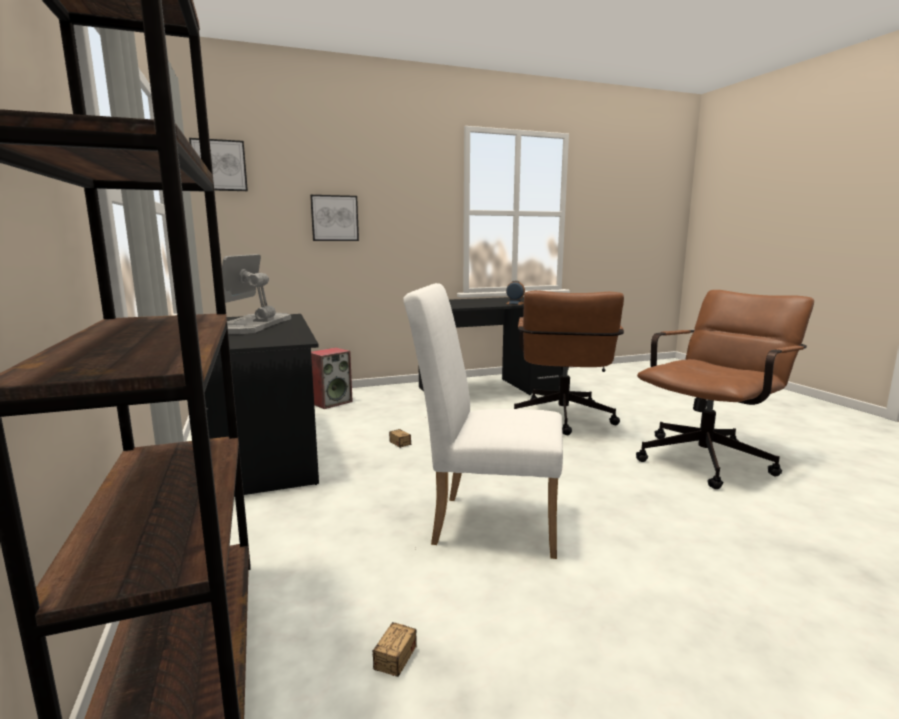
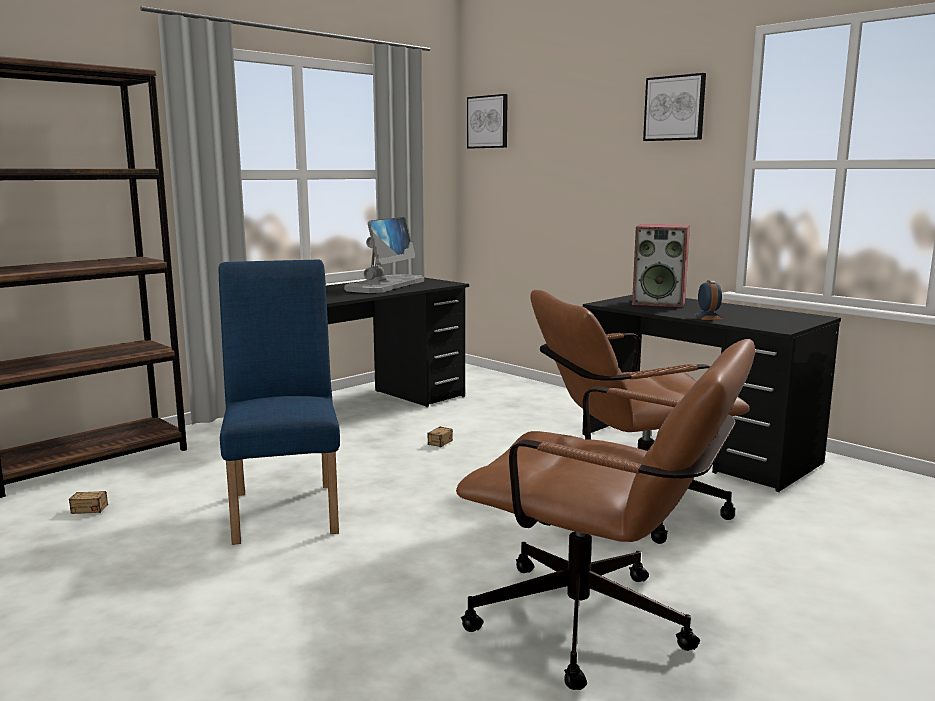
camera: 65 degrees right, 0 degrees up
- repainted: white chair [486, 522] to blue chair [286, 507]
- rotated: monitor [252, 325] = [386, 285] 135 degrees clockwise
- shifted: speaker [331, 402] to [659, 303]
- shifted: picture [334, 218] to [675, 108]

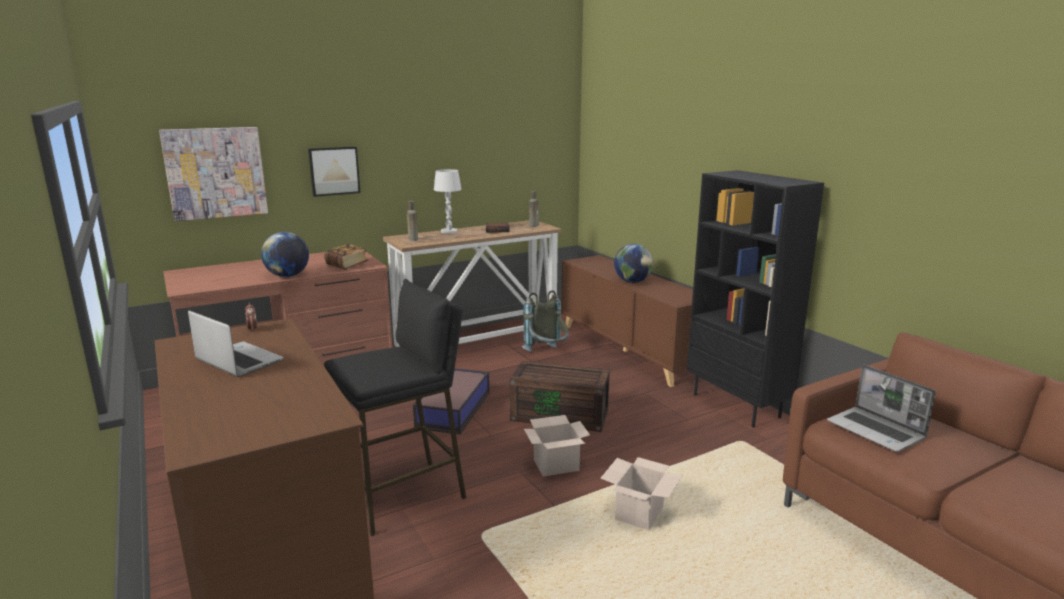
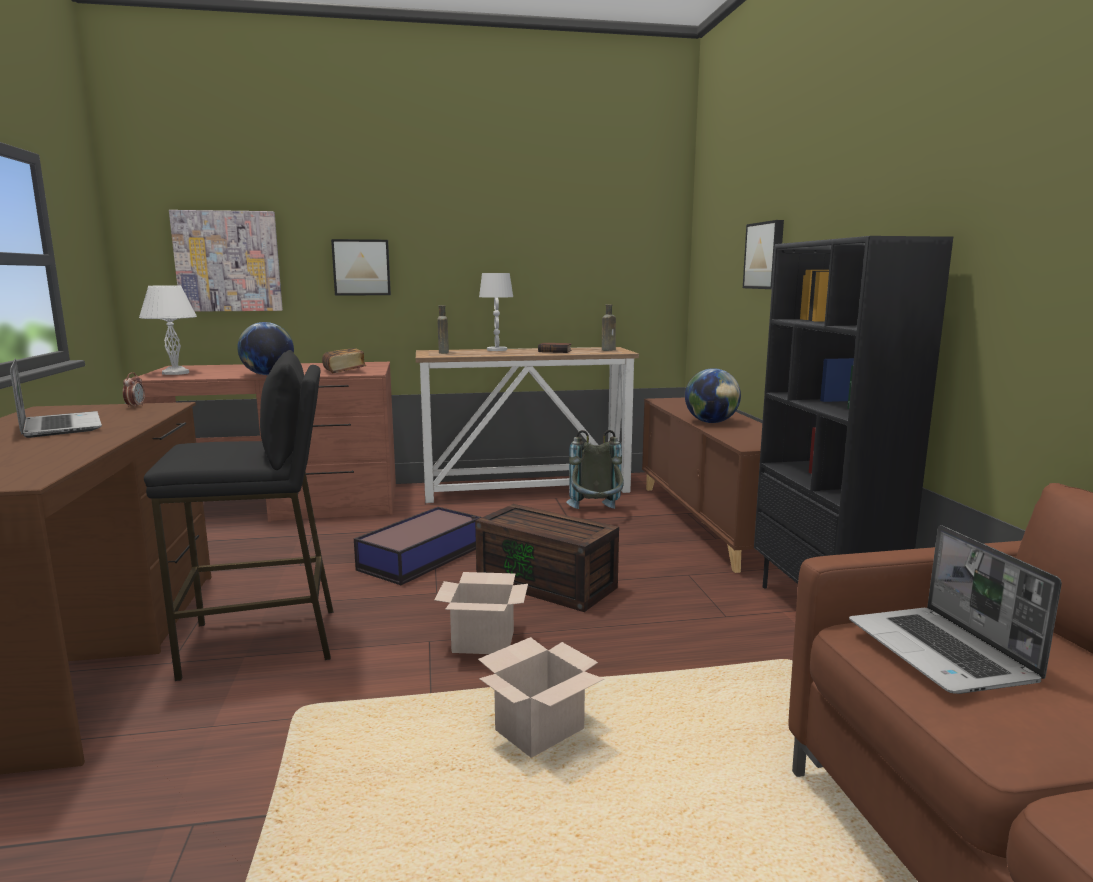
camera: 20 degrees right, 5 degrees down
- new: white table lamp [174, 373]
- new: picture [765, 255]

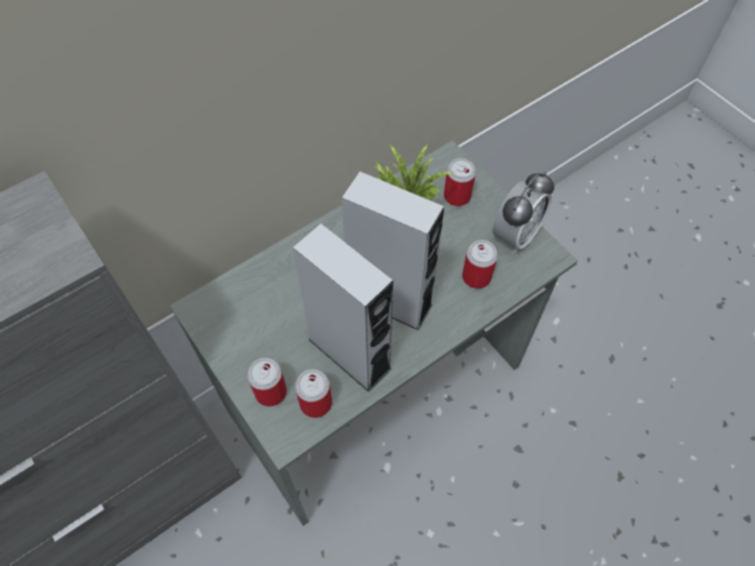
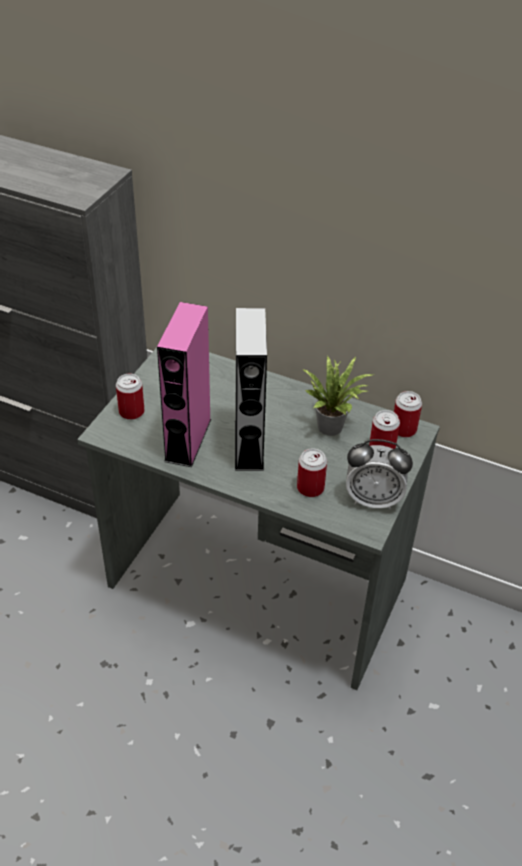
camera: 60 degrees right, 15 degrees down
- repainted: grey speaker [349, 354] to pink speaker [188, 440]
- shifted: can [316, 403] to [403, 429]

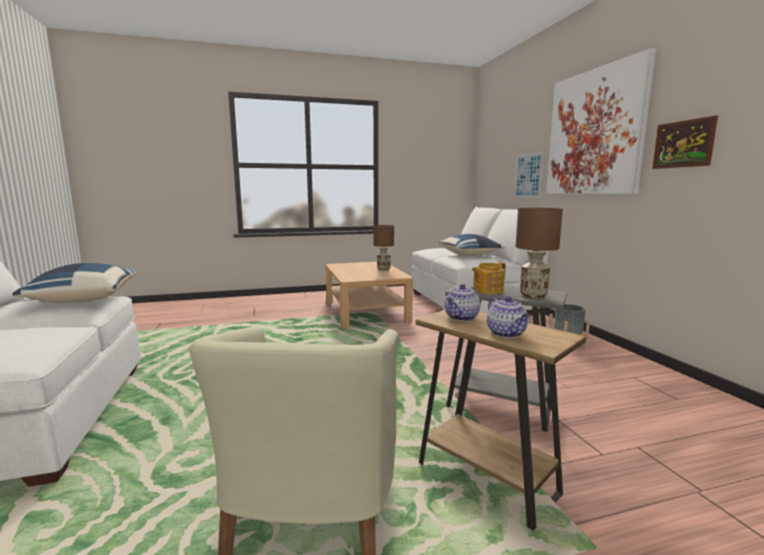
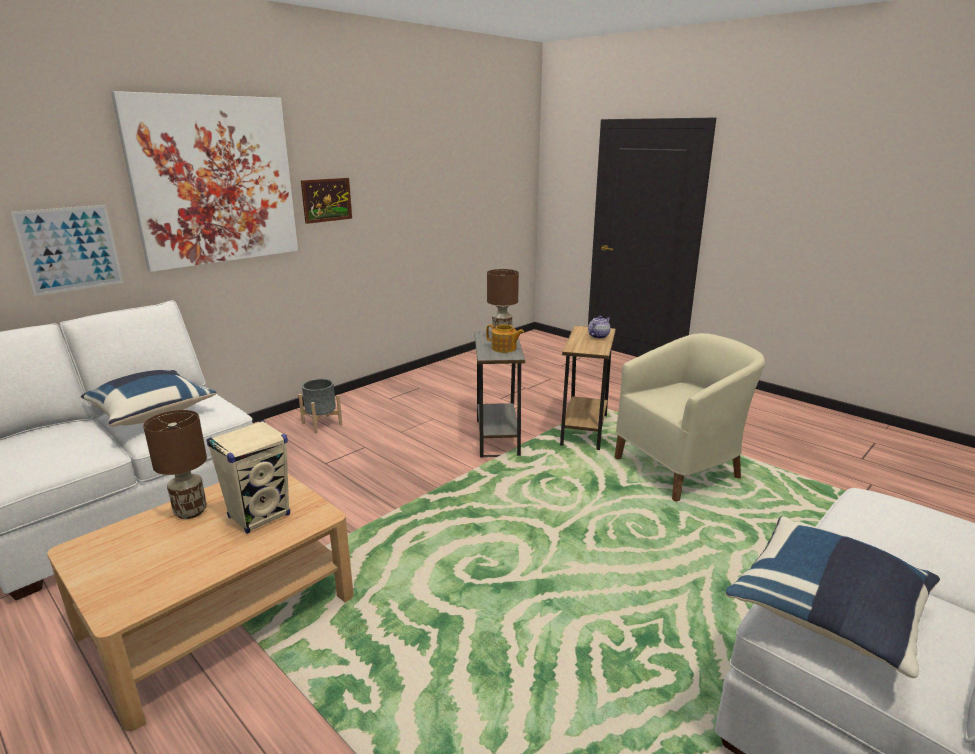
camera: 120 degrees left, 10 degrees up
- new: beige speaker [259, 516]
- gone: teapot [461, 318]

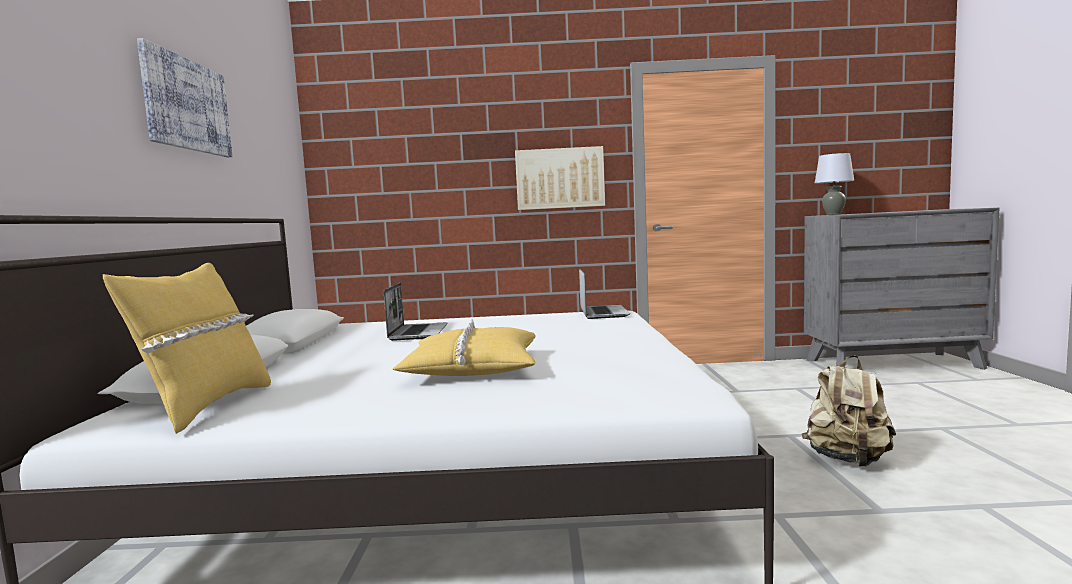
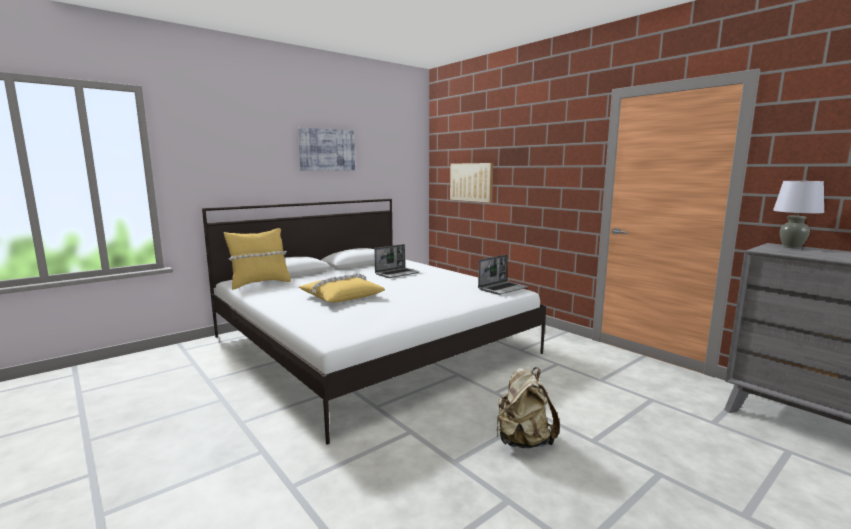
camera: 50 degrees right, 5 degrees up
- shifted: picture [560, 178] to [471, 182]

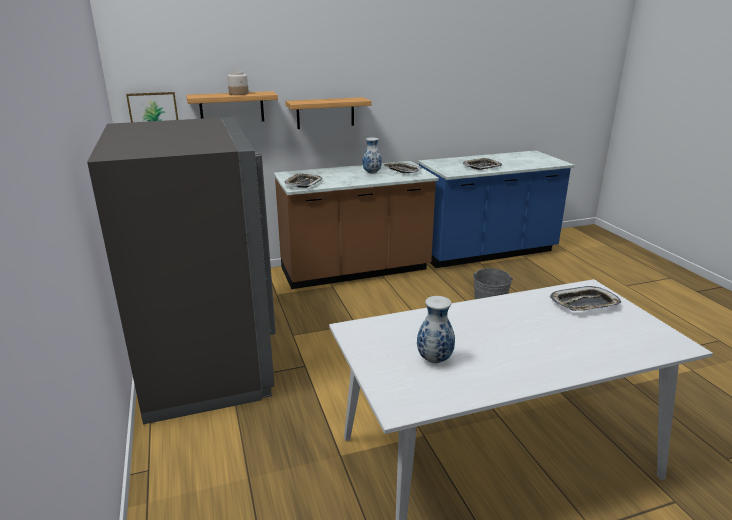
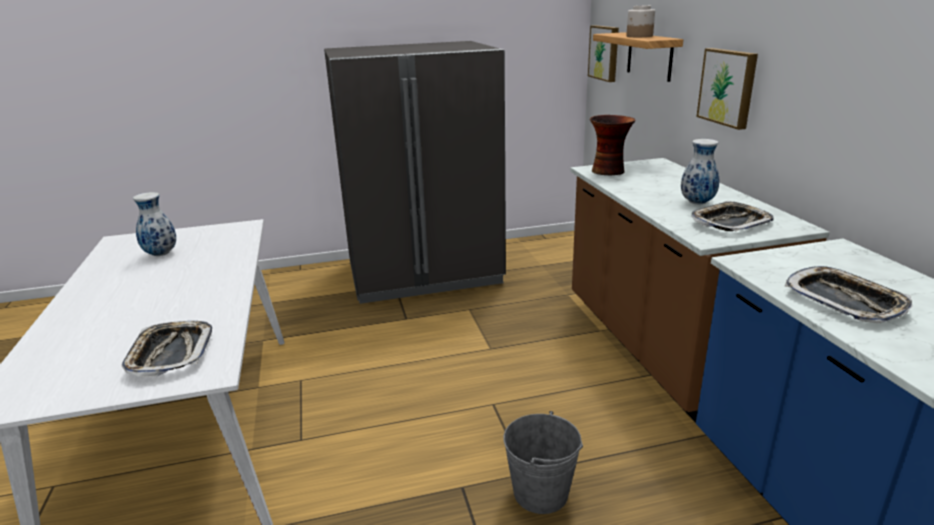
camera: 95 degrees right, 0 degrees up
- swapped: tray [303, 184] to vase [609, 171]
- swapped: shelf [325, 113] to picture [728, 87]

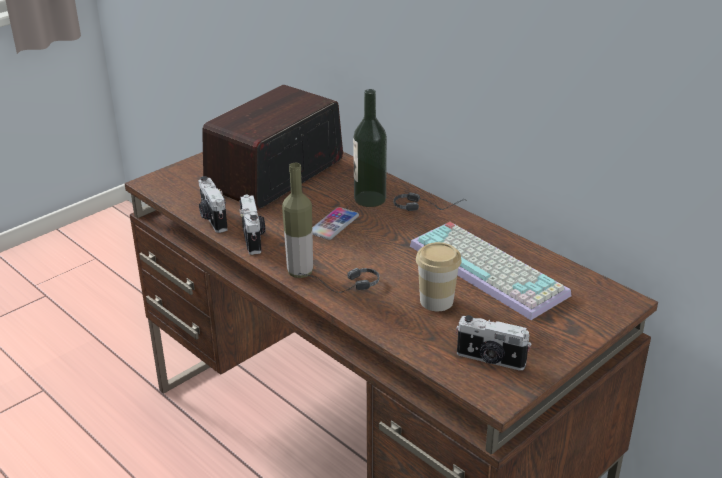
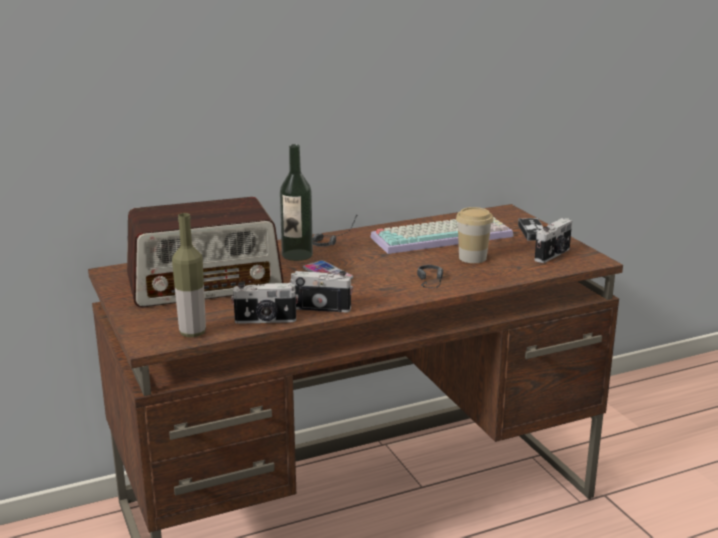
camera: 70 degrees left, 10 degrees down
- rotated: radio [275, 174] = [205, 284] 75 degrees counterclockwise
- shifted: bottle [300, 272] to [192, 333]
- new: game controller [532, 232]

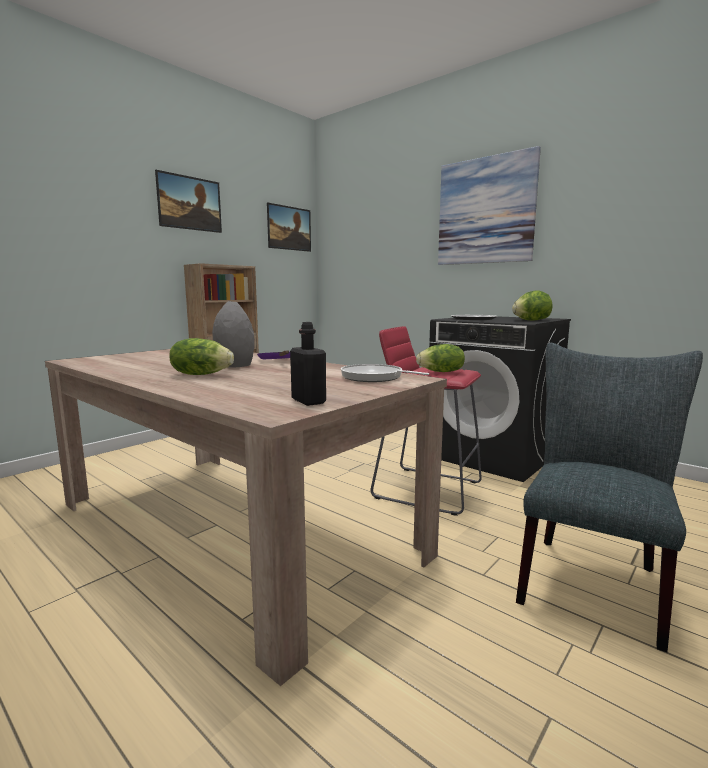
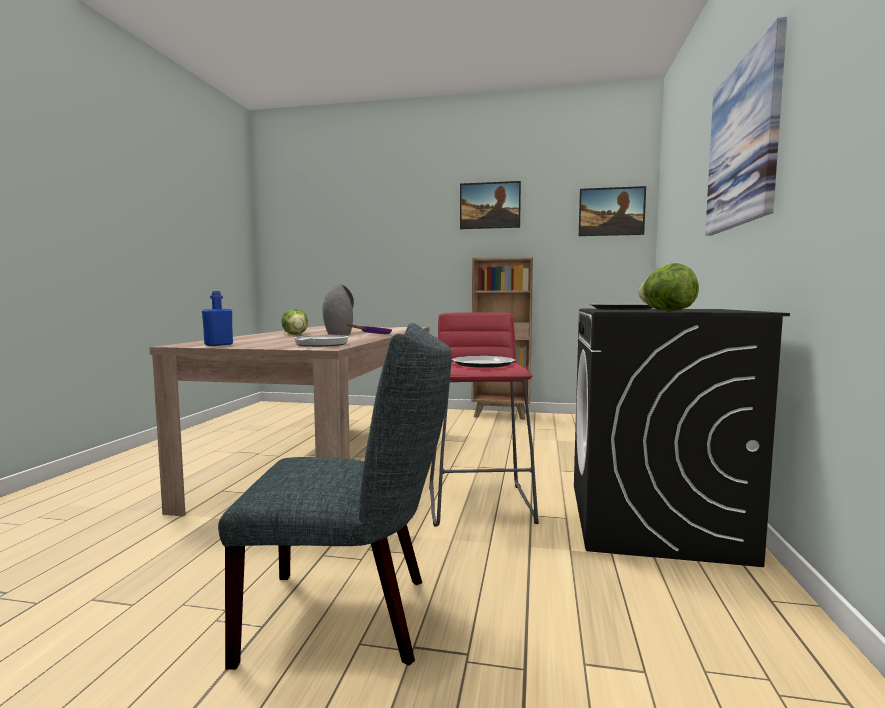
camera: 60 degrees right, 5 degrees down
- repainted: black bottle [308, 401] to blue bottle [218, 345]
- swapped: lettuce [441, 372] to plate [483, 364]

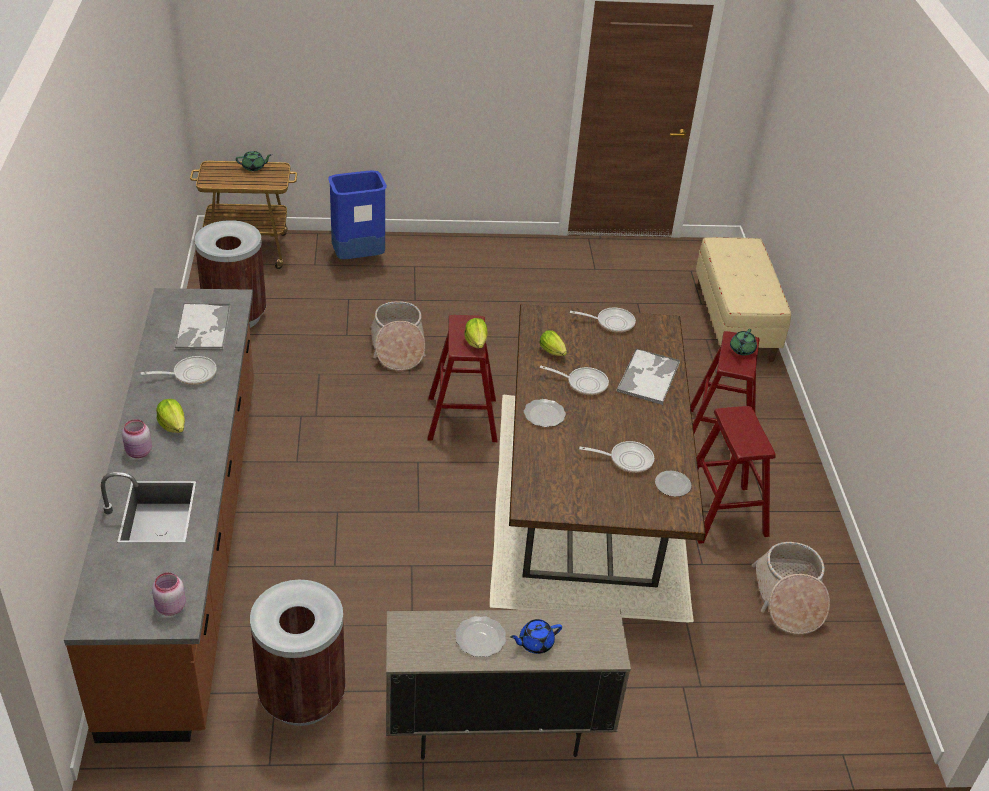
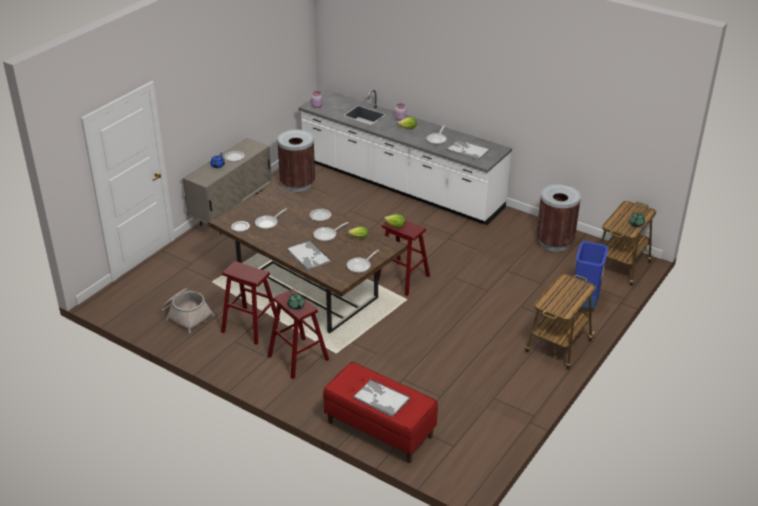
camera: 130 degrees right, 5 degrees down
- repainted: brown counter [189, 541] to white counter [400, 185]
- repainted: beige bench [734, 323] to red bench [379, 429]
- new: tray [381, 398]
- new: cart [558, 347]
- gone: basket [398, 348]

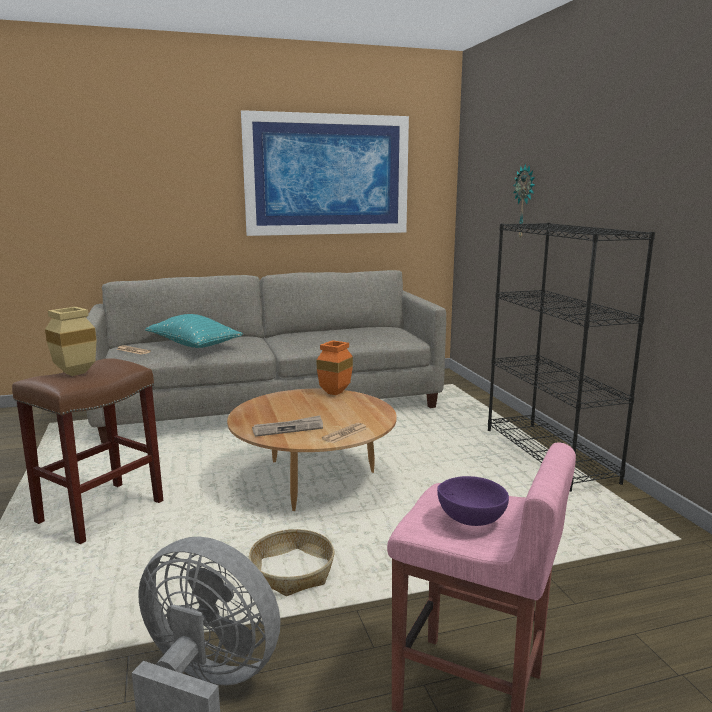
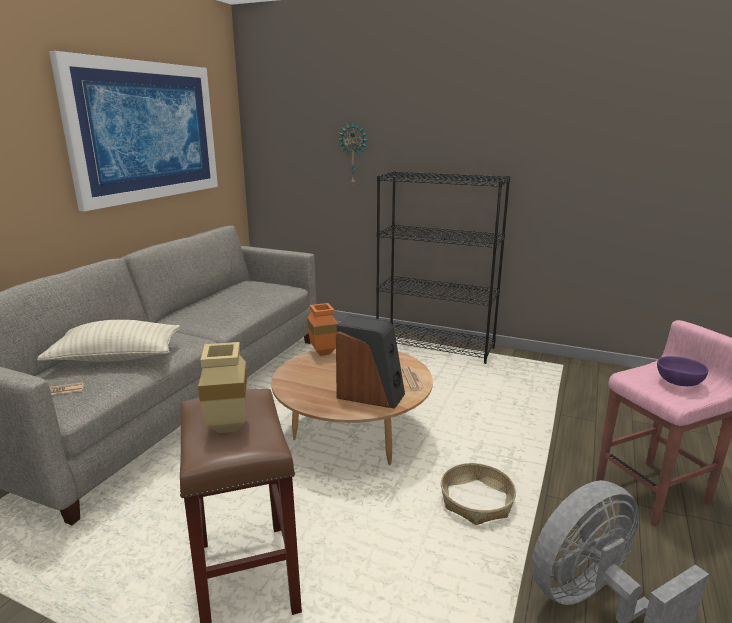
camera: 50 degrees left, 5 degrees up
- repainted: turquoise pillow [194, 345] to beige pillow [117, 357]
- swapped: newspaper [288, 428] to speaker [370, 395]

